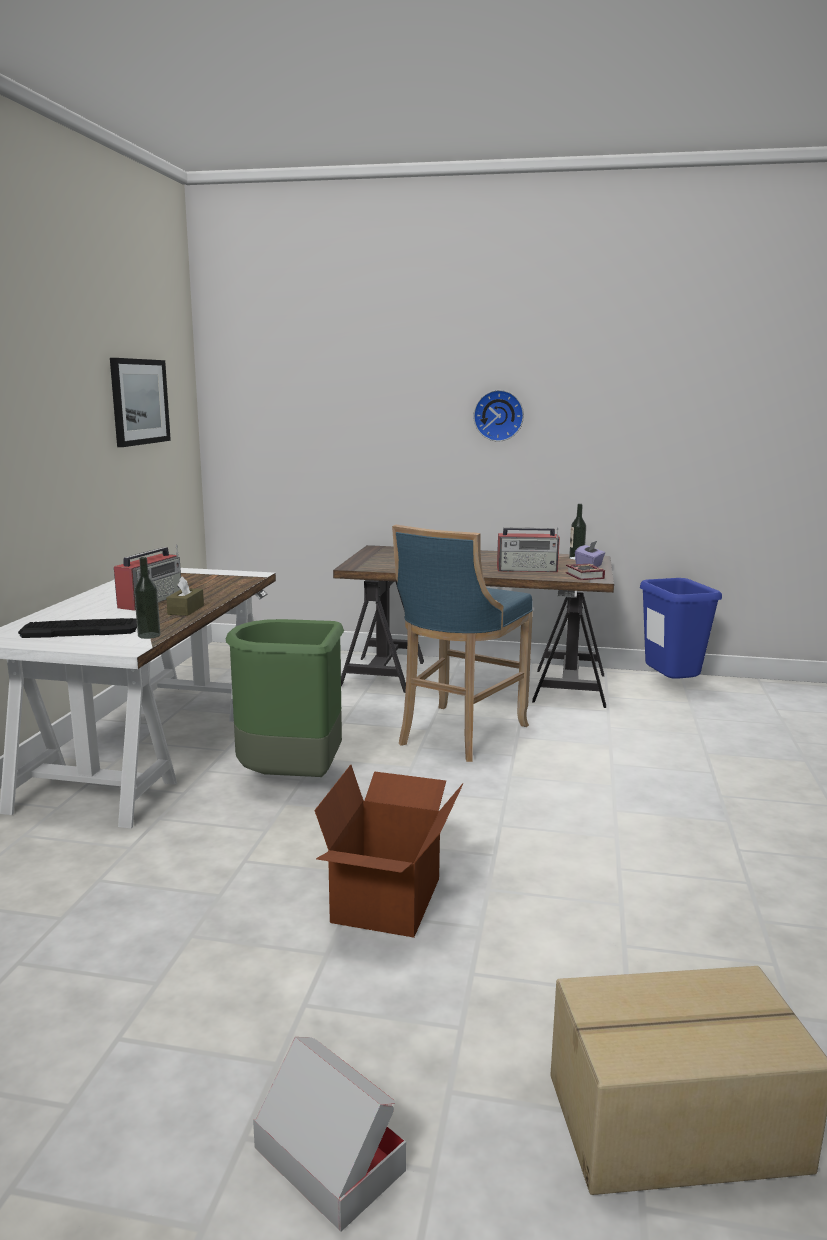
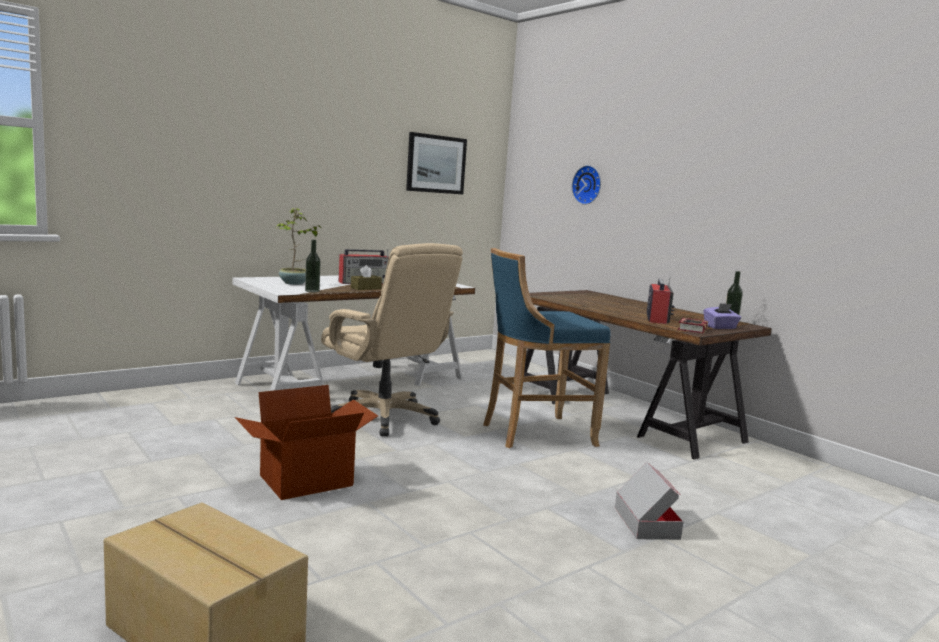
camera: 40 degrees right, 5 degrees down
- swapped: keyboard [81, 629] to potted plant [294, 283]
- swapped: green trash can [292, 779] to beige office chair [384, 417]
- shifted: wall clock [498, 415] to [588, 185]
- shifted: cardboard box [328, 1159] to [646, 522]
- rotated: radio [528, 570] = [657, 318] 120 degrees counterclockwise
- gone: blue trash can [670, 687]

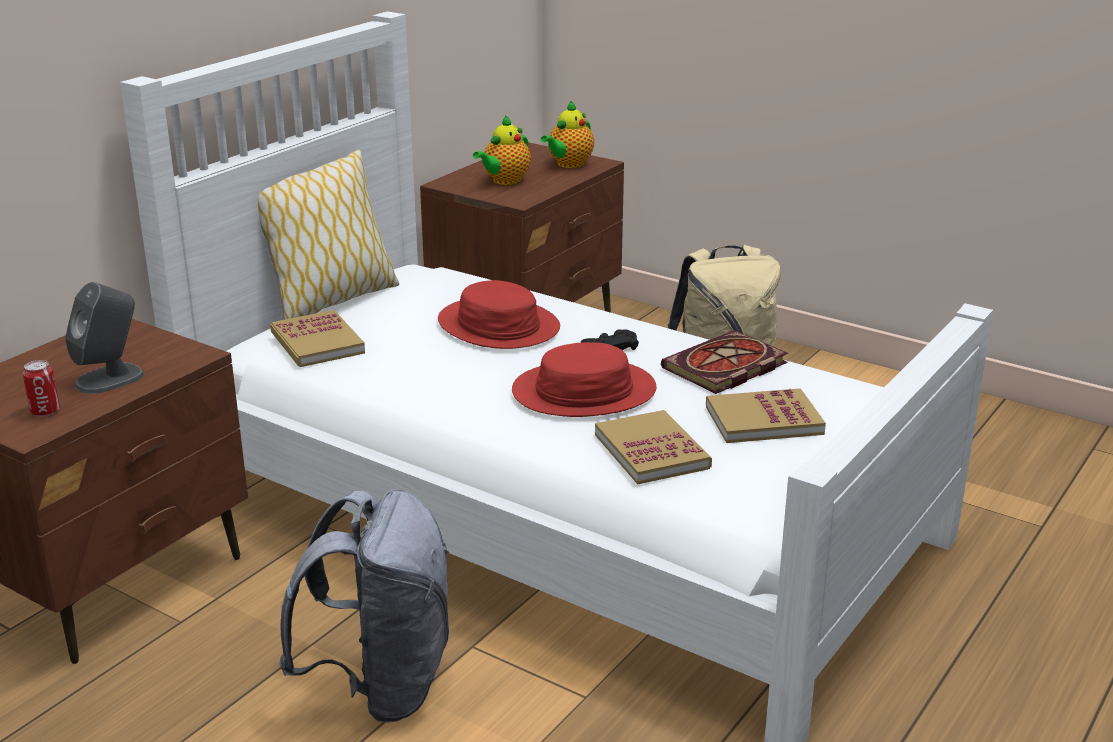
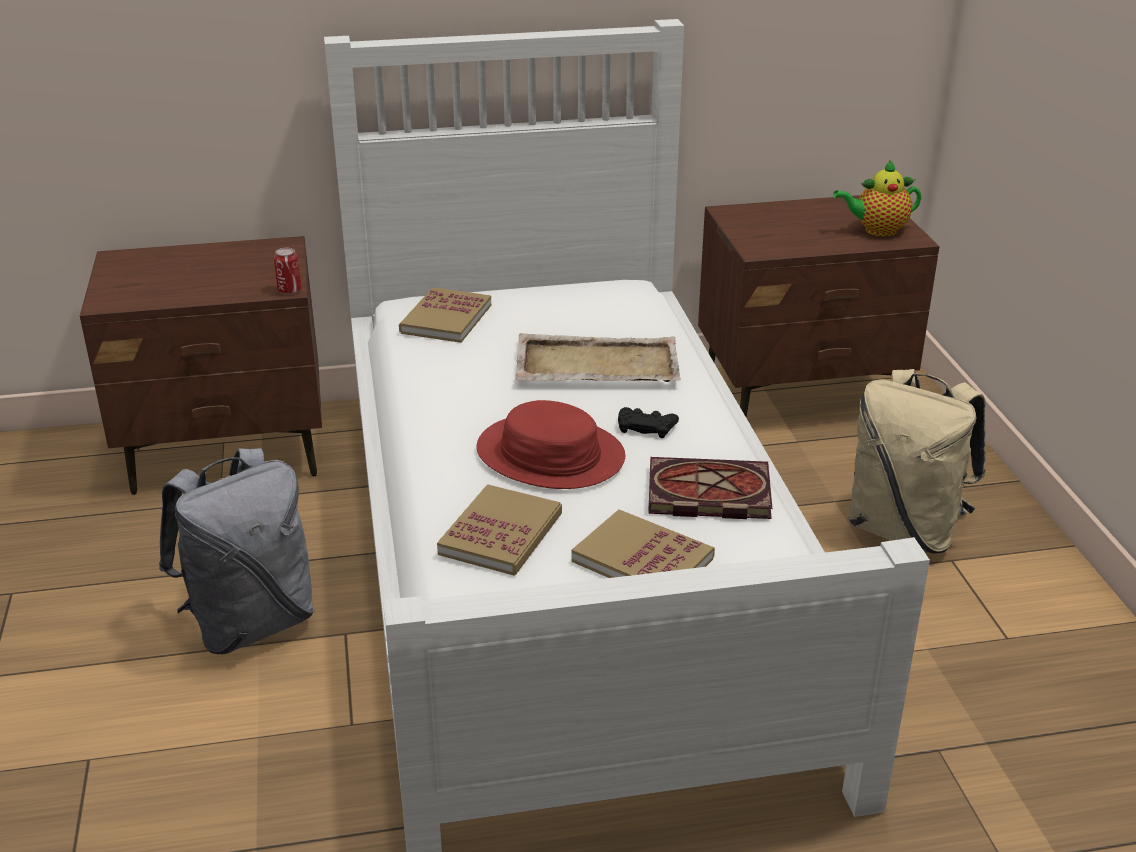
camera: 45 degrees right, 5 degrees up
- shifted: can [45, 411] to [289, 290]
- swapped: red hat [498, 326] to beige tray [595, 364]
- gone: grey speaker [110, 378]
- gone: pillow [330, 301]
- gone: teapot [504, 181]

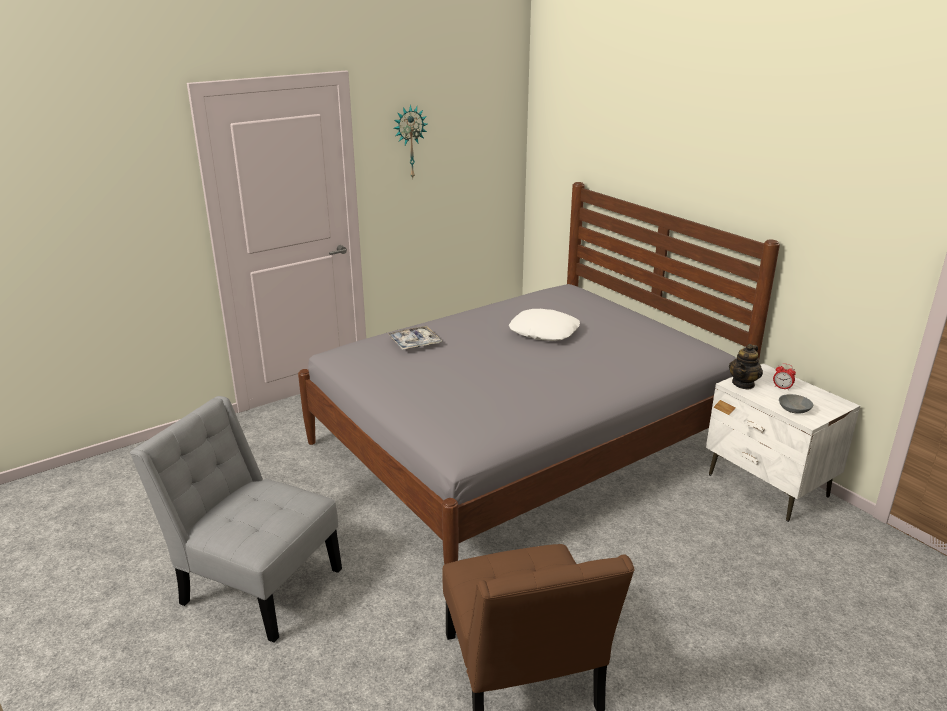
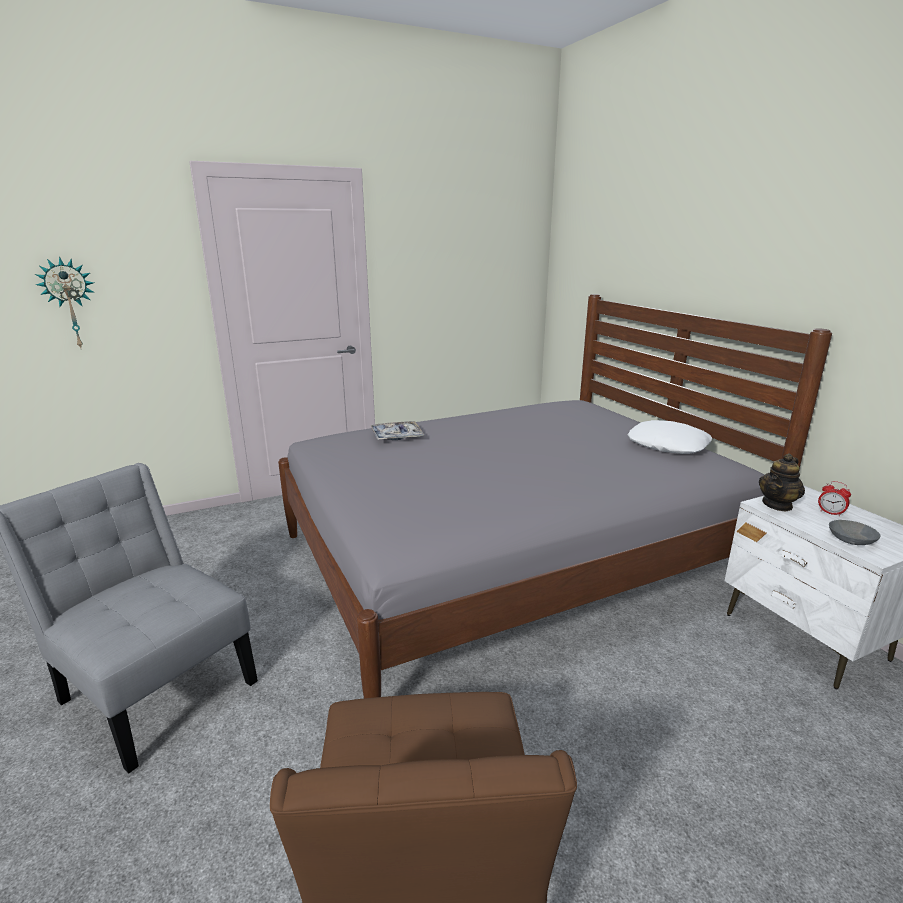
camera: 10 degrees right, 5 degrees down
- shifted: wall clock [409, 142] to [71, 304]
- shifted: white pillow [544, 332] to [668, 445]

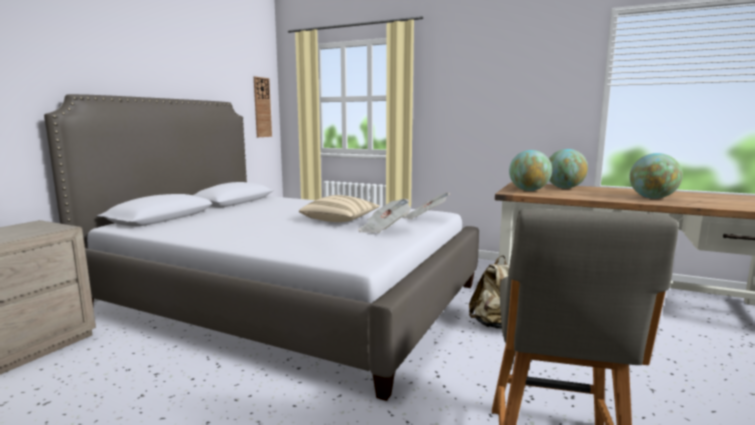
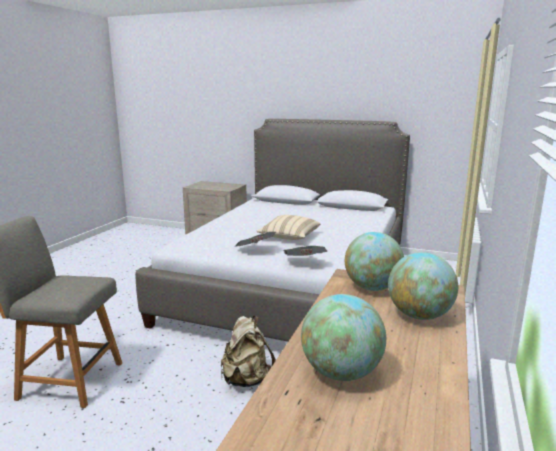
camera: 85 degrees right, 5 degrees up
- gone: wall clock [262, 107]

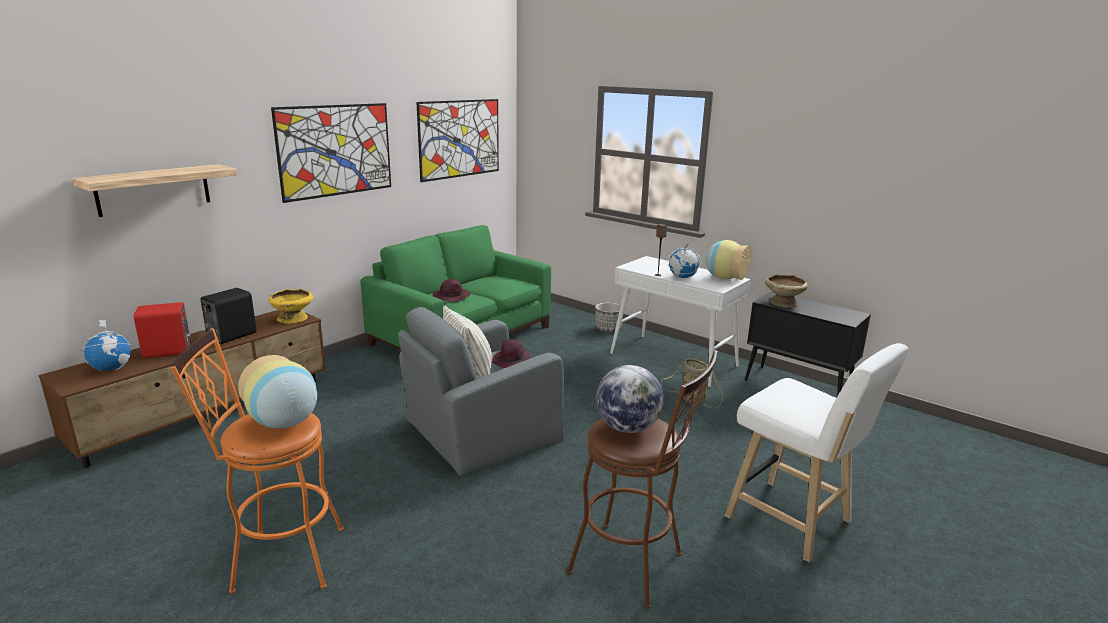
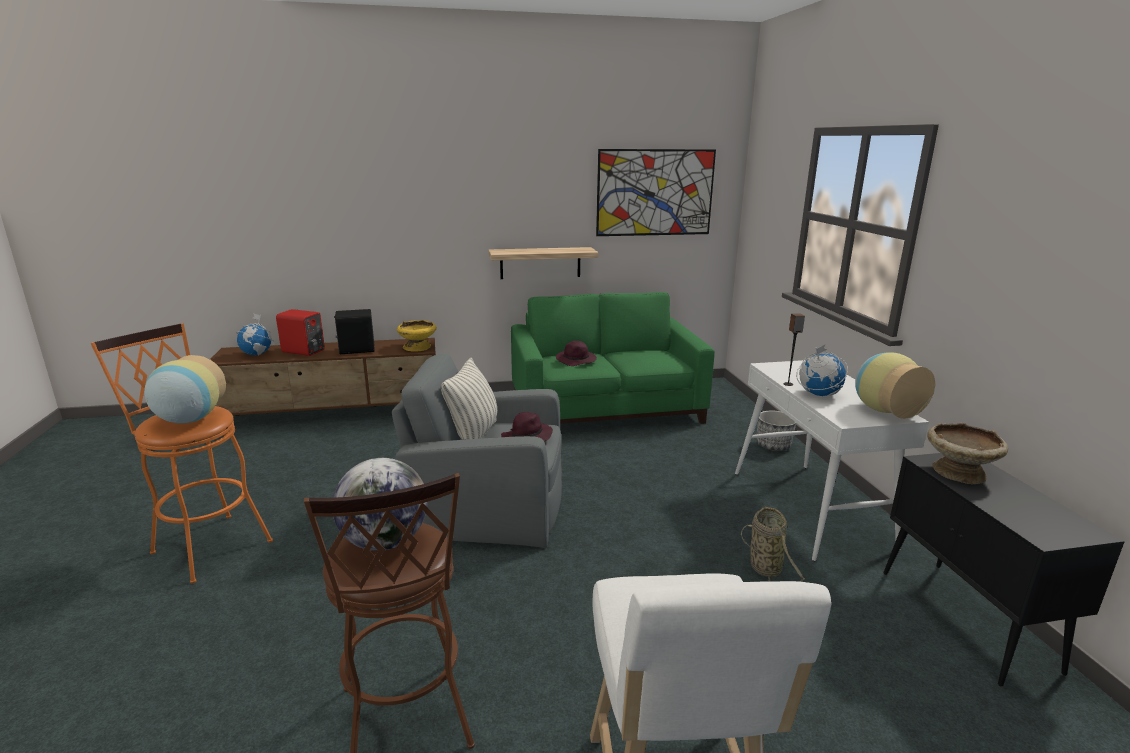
camera: 40 degrees right, 0 degrees up
- shifted: shelf [153, 189] to [540, 263]
- gone: picture [336, 150]

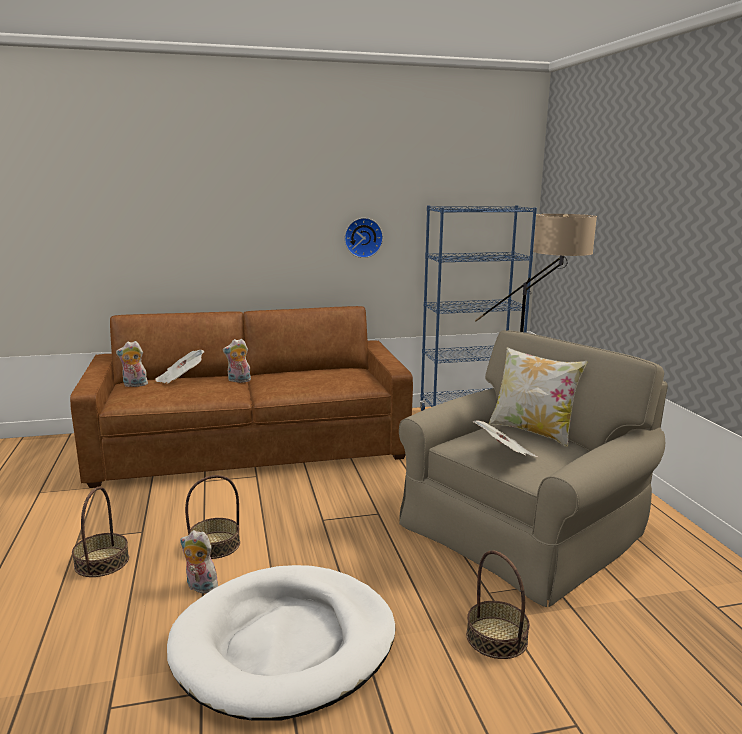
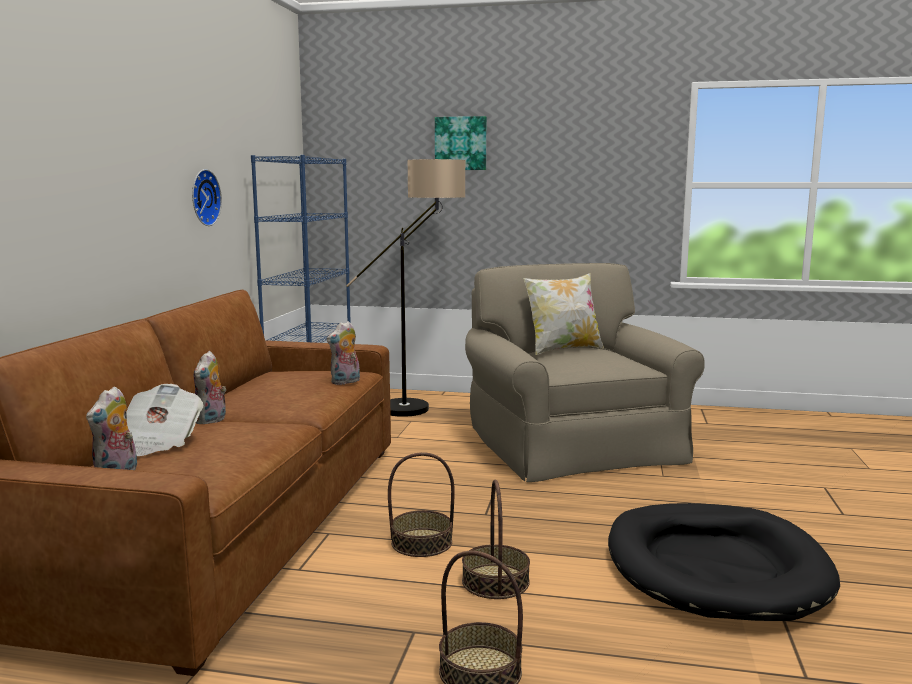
camera: 65 degrees left, 5 degrees down
- shifted: plush toy [200, 587] to [345, 382]
- shifted: basket [497, 637] to [421, 542]
- new: picture [461, 143]
- repainted: white dog bed [285, 644] to black dog bed [714, 567]
- gone: newspaper [504, 455]

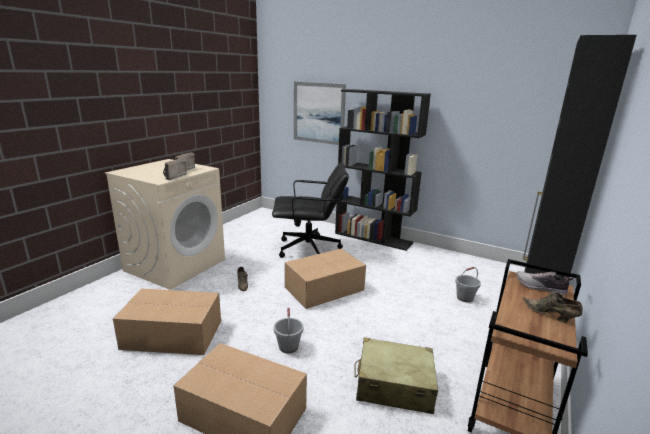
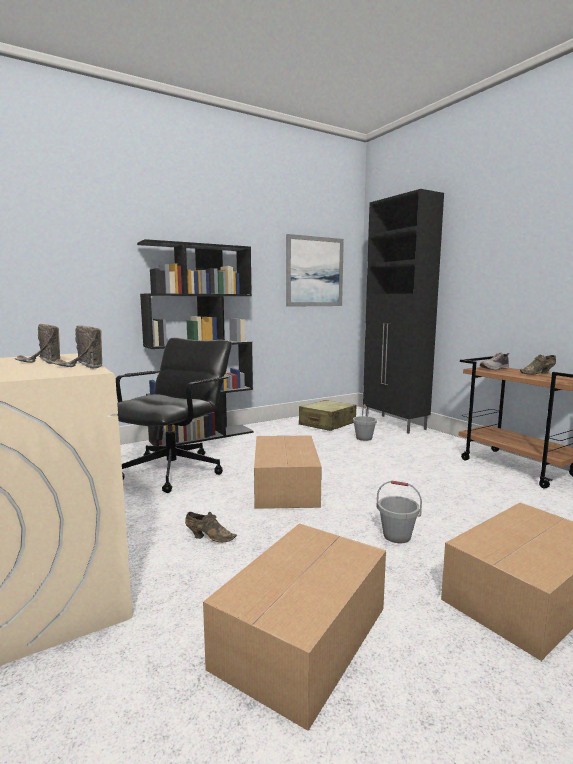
camera: 60 degrees left, 10 degrees down
- shifted: picture [318, 113] to [315, 272]
- shifted: beige suitcase [394, 385] to [327, 424]

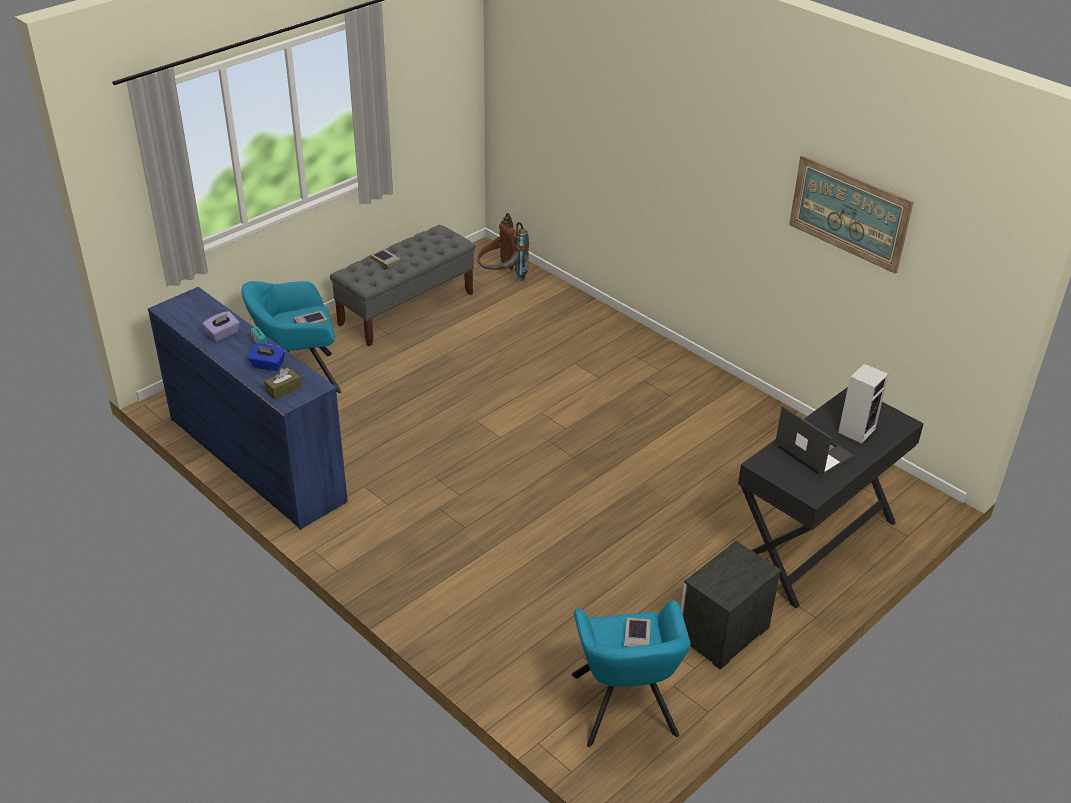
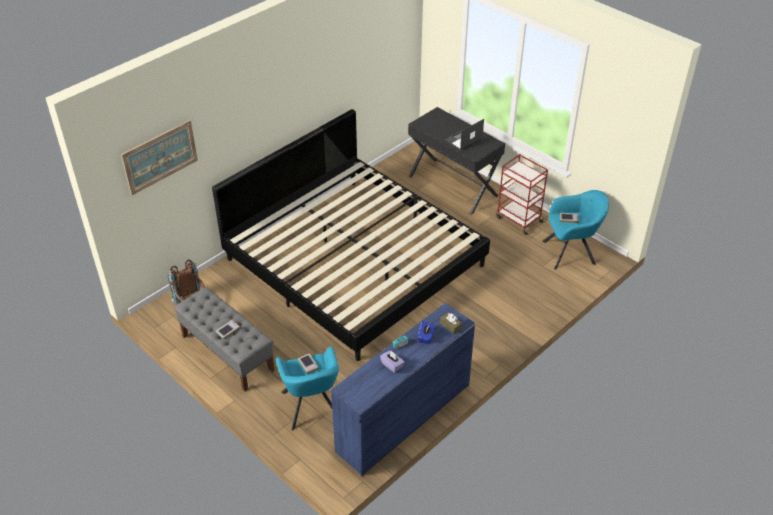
camera: 90 degrees left, 5 degrees up
- shifted: picture [849, 213] to [160, 157]
- new: bed [355, 262]
- swapped: nightstand [722, 633] to red cart [518, 219]
- gone: speaker [856, 430]

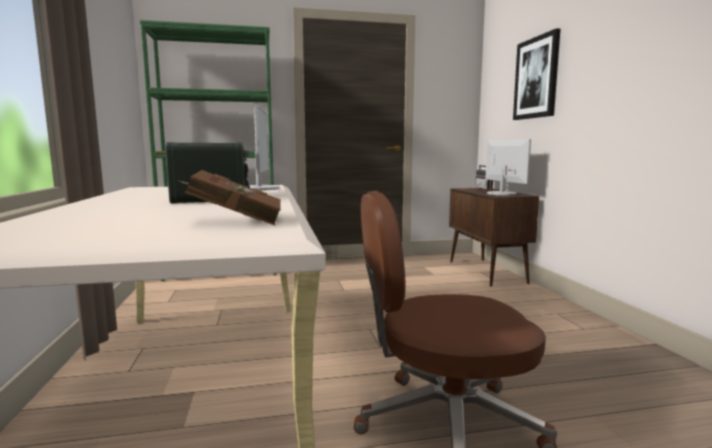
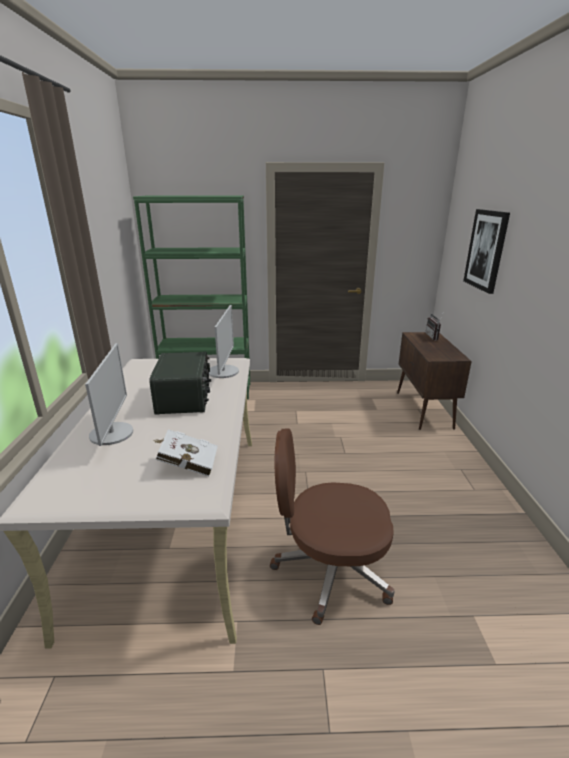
camera: 10 degrees right, 15 degrees up
- shifted: monitor [501, 193] to [112, 433]
- repainted: brown book [233, 221] to white book [186, 464]

